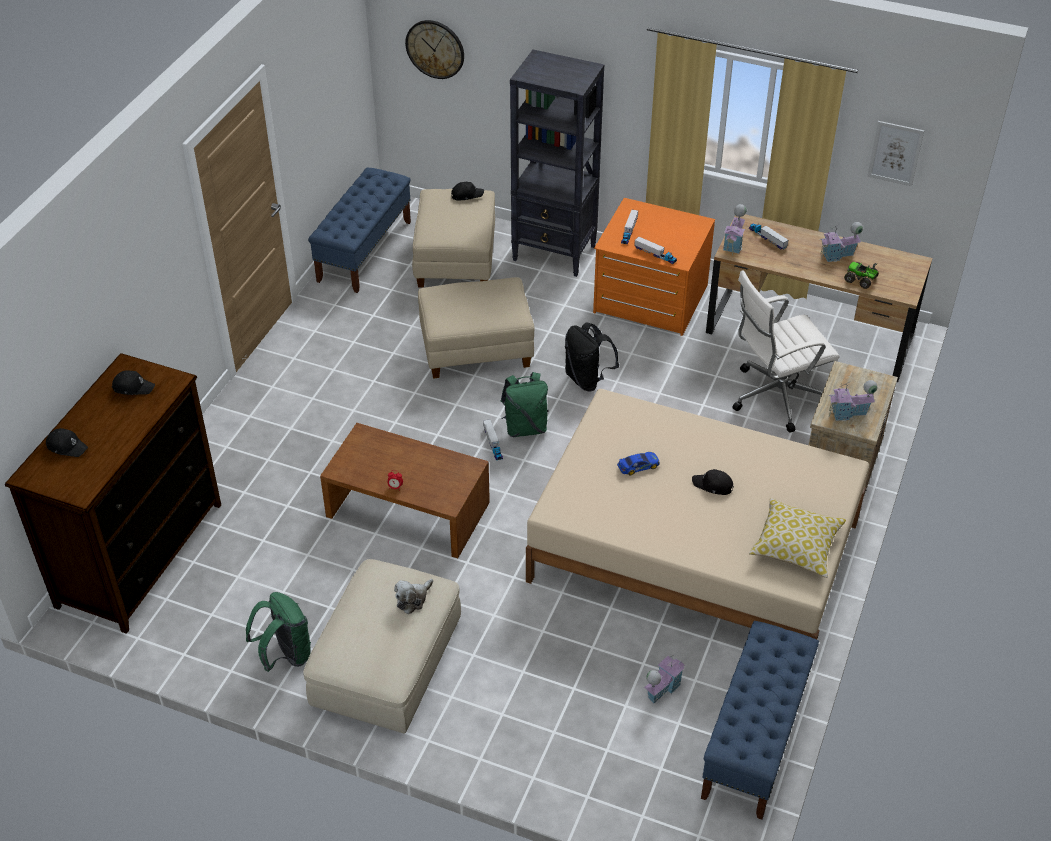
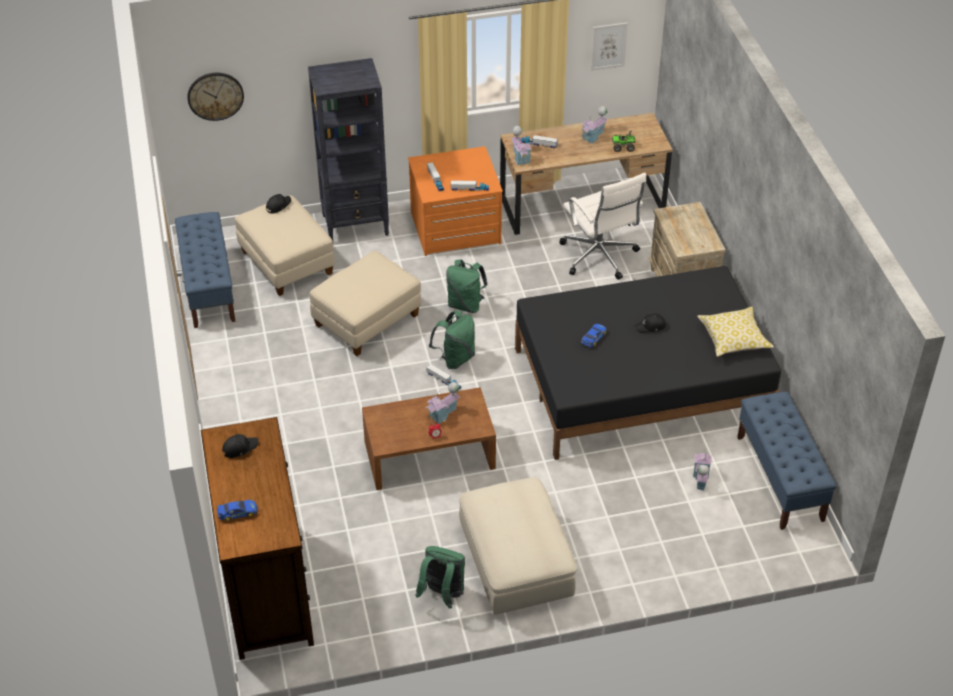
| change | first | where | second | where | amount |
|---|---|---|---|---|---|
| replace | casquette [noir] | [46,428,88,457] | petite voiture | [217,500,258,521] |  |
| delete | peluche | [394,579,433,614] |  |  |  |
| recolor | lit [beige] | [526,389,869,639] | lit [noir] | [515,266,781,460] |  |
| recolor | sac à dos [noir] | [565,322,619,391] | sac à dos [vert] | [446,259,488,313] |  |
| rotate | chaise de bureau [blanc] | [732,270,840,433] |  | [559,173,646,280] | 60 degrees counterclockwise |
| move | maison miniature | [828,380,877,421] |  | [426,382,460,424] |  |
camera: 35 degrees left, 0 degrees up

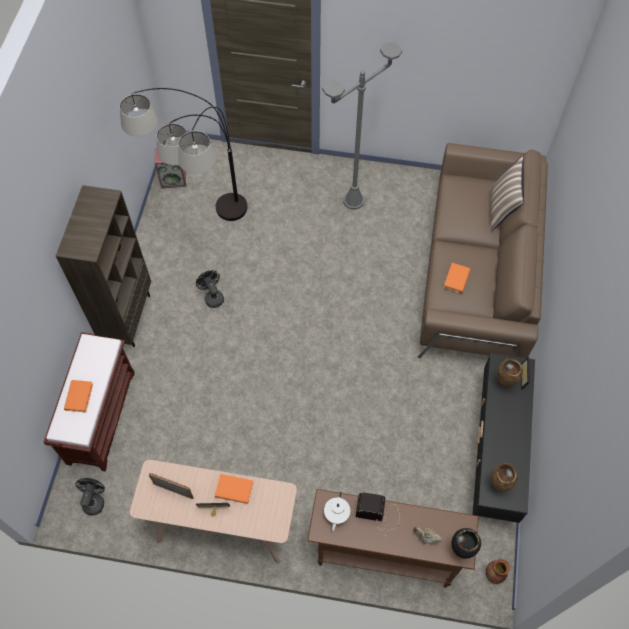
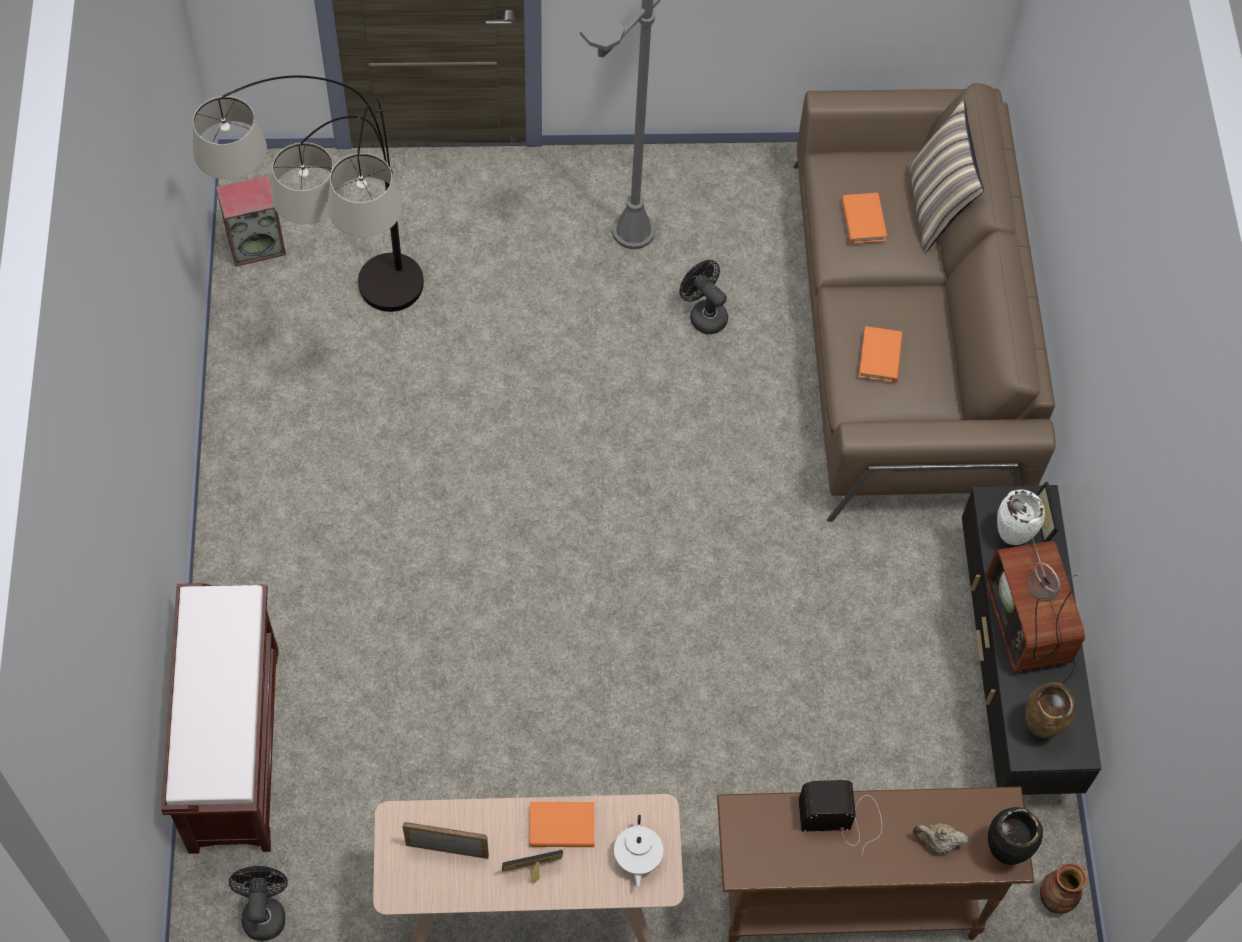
| change | first | where | second | where | amount |
|---|---|---|---|---|---|
| delete | bibliothèque [marron] | [56,185,151,347] |  |  |  |
| move | livre [orange] | [64,380,93,413] |  | [842,193,887,244] |  |
| move | ventilateur [noir] | [196,270,224,308] |  | [679,260,728,334] |  |
| move | théière [blanc] | [324,492,350,531] |  | [614,815,663,888] |  |
| recolor | vase [marron] | [497,358,523,387] | vase [blanc] | [997,490,1045,545] |  |
| insert |  |  | téléviseur | [986,526,1085,684] |  |
camera: 15 degrees left, 0 degrees up

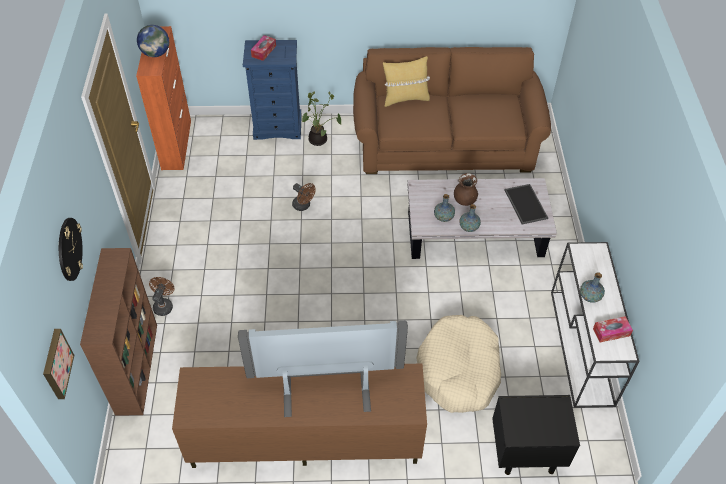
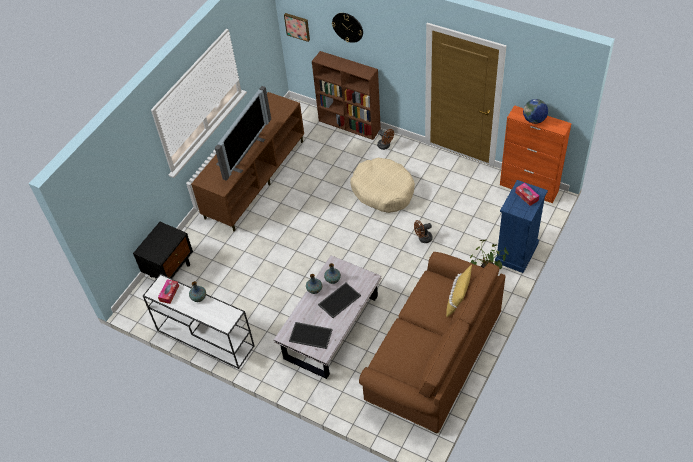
| change | first | where | second | where | amount |
|---|---|---|---|---|---|
| move | panier pour chien [beige] | [416,315,501,413] |  | [350,158,415,213] |  |
| replace | vase [marron] | [454,173,478,206] | plateau | [318,283,361,318] |  |
camera: 125 degrees right, 0 degrees up

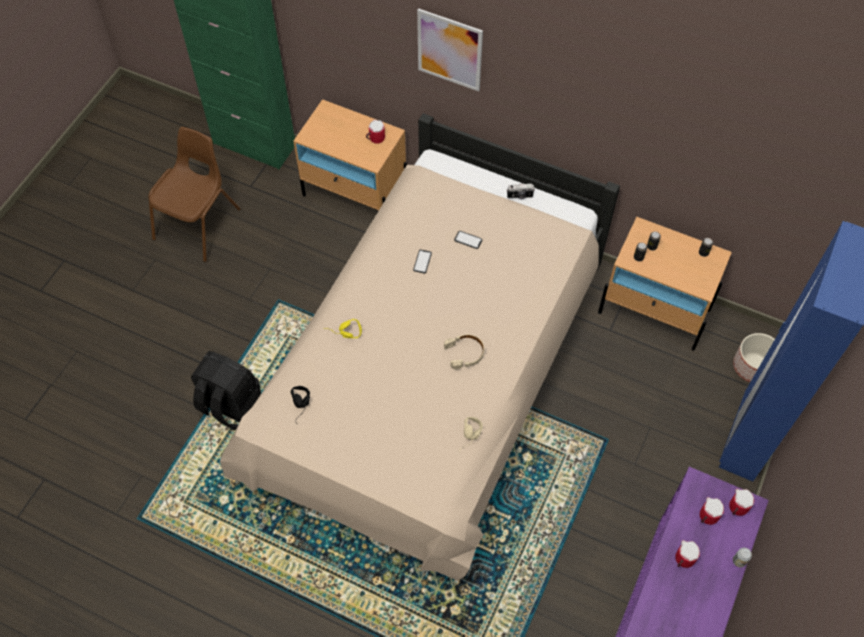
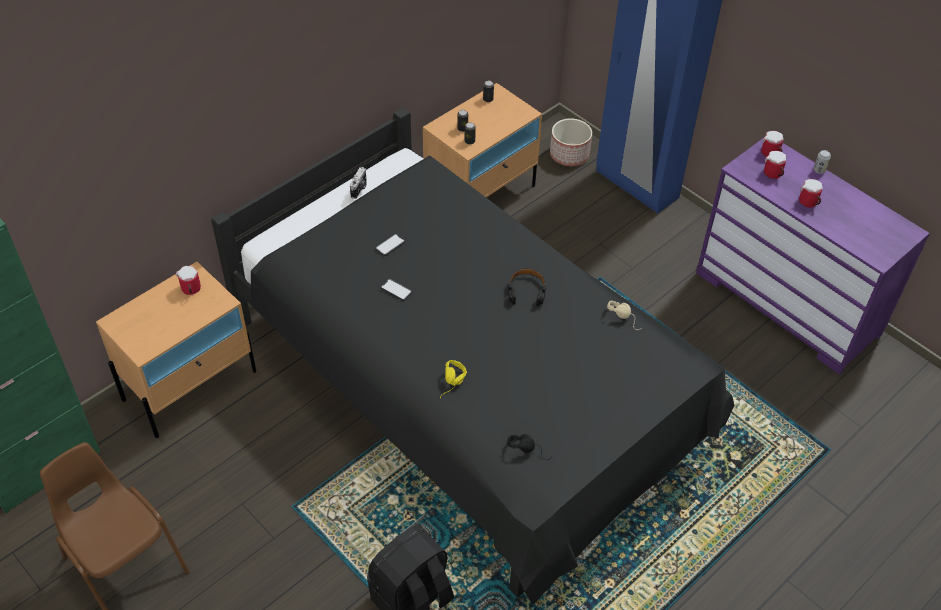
| change | first | where | second | where | amount |
|---|---|---|---|---|---|
| recolor | lit [beige] | [220,113,620,581] | lit [noir] | [211,108,734,605] |  |
| delete | tableau | [417,8,483,91] |  |  |  |
| recolor | casque audio [beige] | [444,334,484,370] | casque audio [noir] | [508,268,546,306] |  |
camera: 70 degrees left, 10 degrees down

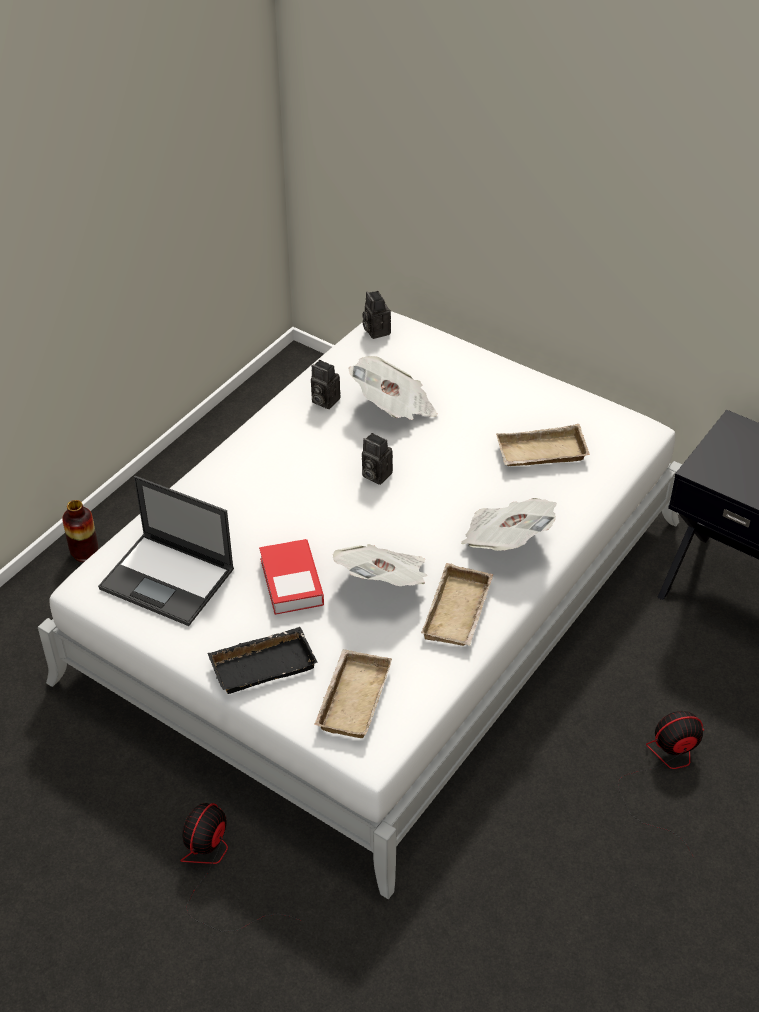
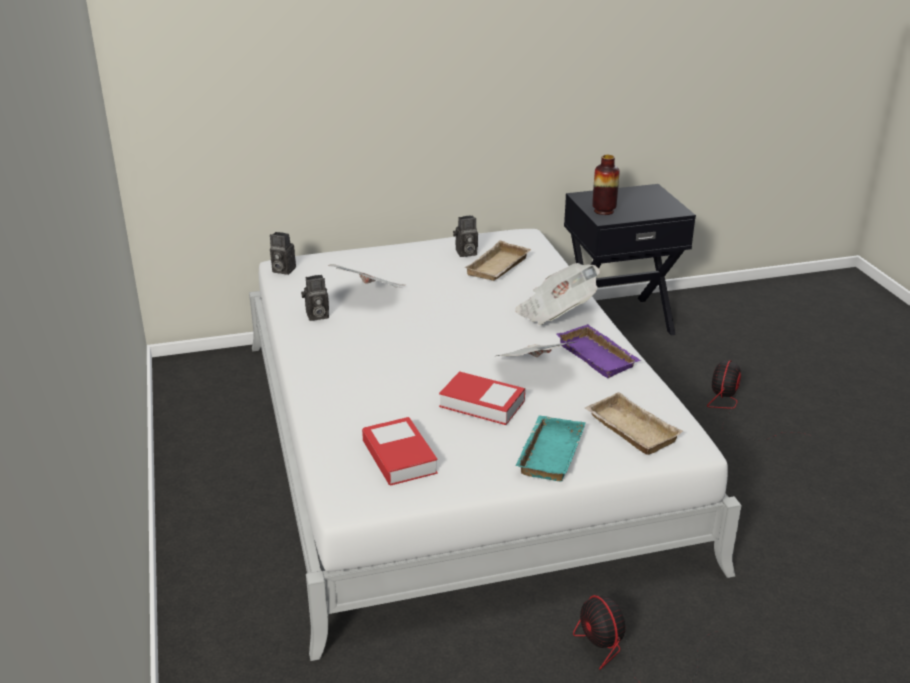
| change | first | where | second | where | amount |
|---|---|---|---|---|---|
| move | vase | [62,500,98,562] |  | [592,155,620,215] |  |
| replace | ordinateur portable | [98,476,234,626] | livre | [362,417,438,486] |  |
| recolor | plateau [noir] | [207,627,318,694] | plateau [turquoise] | [516,415,585,481] |  |
| move | appareil photo | [362,433,393,485] |  | [453,215,478,257] |  |
| recolor | plateau [beige] | [421,563,493,646] | plateau [violet] | [556,324,641,378] |  |
camera: 50 degrees left, 15 degrees down

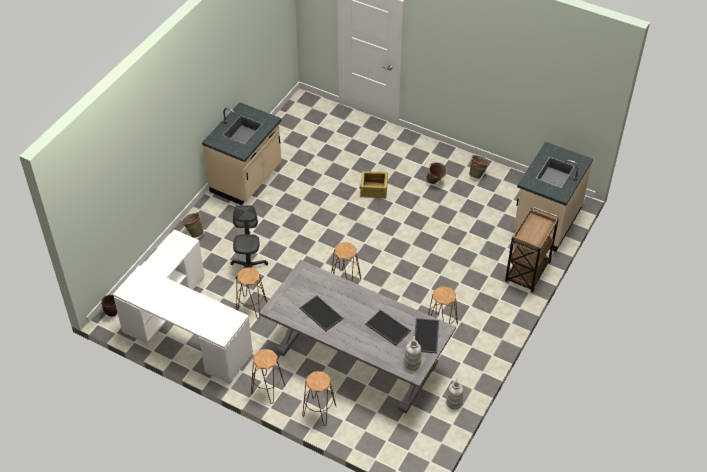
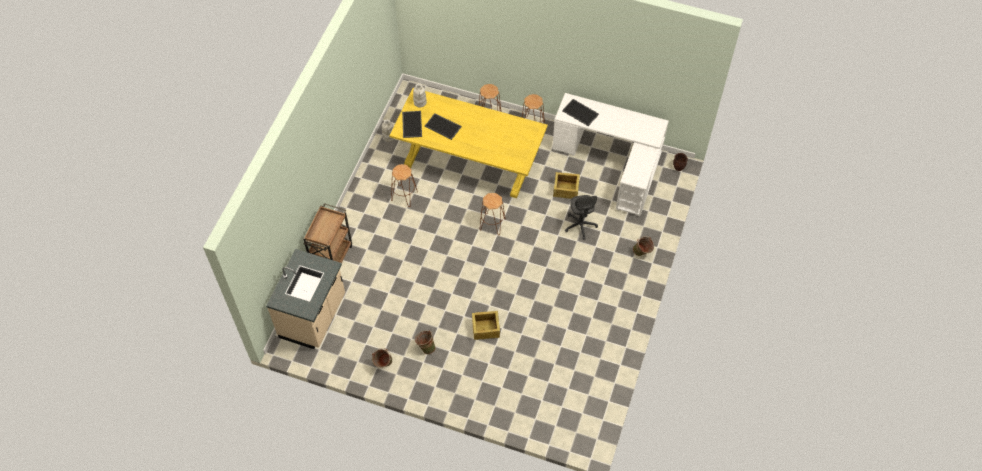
| change | first | where | second | where | amount |
|---|---|---|---|---|---|
| delete | comptoir de cuisine [beige] | [202,102,282,205] |  |  |  |
| replace | tabouret [marron] | [236,267,267,319] | caisse | [553,172,580,199] |  |
| recolor | table à manger [gris] | [259,260,456,414] | table à manger [jaune] | [389,88,548,198] |  |
| move | plateau | [300,295,343,331] |  | [562,99,599,126] |  |
camera: 170 degrees right, 10 degrees up

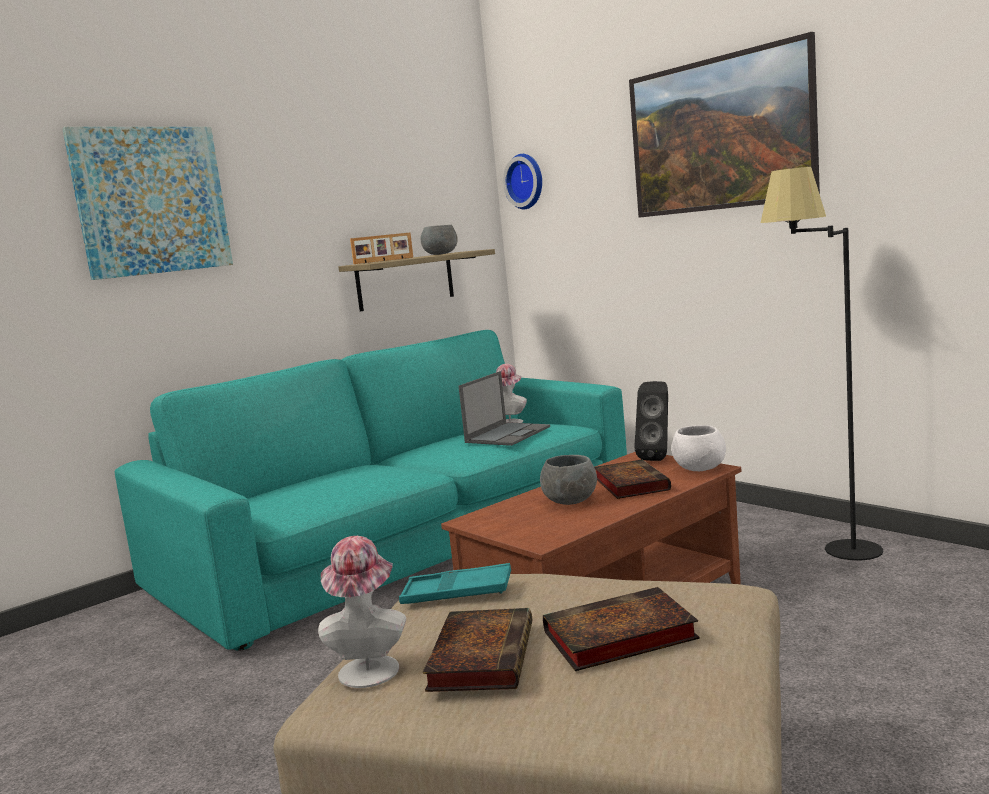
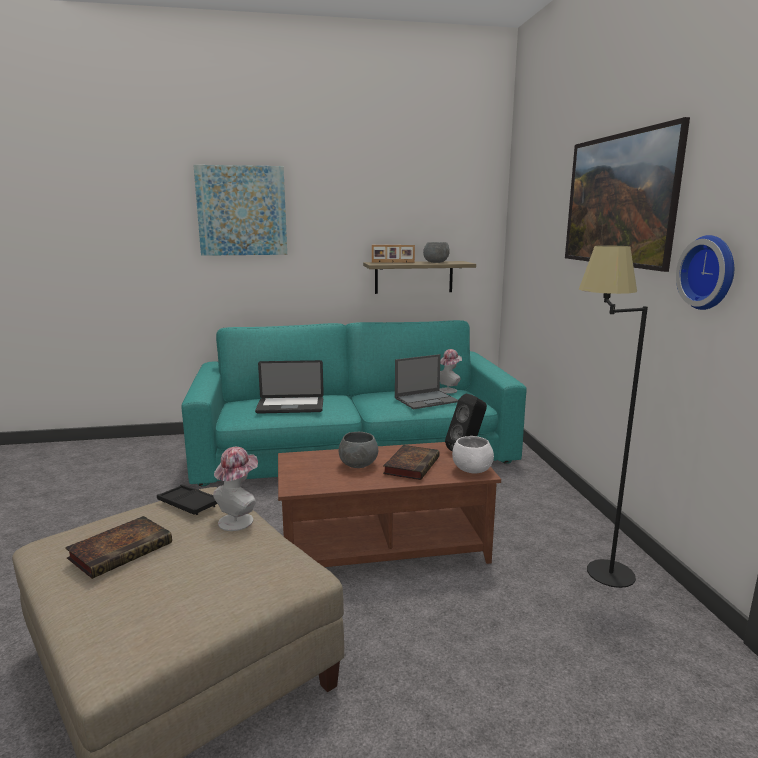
| change | first | where | second | where | amount |
|---|---|---|---|---|---|
| move | chapeau | [318,536,406,688] |  | [213,447,258,531] |  |
| recolor | plateau [turquoise] | [399,563,511,604] | plateau [noir] | [157,484,217,515] |  |
| move | horloge murale | [503,154,542,209] |  | [676,235,734,310] |  |
| delete | livre | [543,587,700,671] |  |  |  |
| insert |  |  | ordinateur portable | [255,360,324,414] |  |
camera: 30 degrees right, 5 degrees up

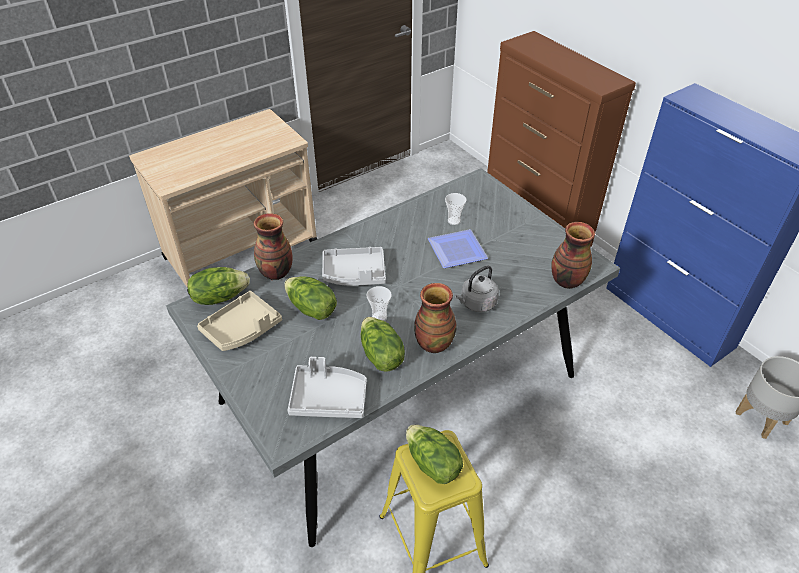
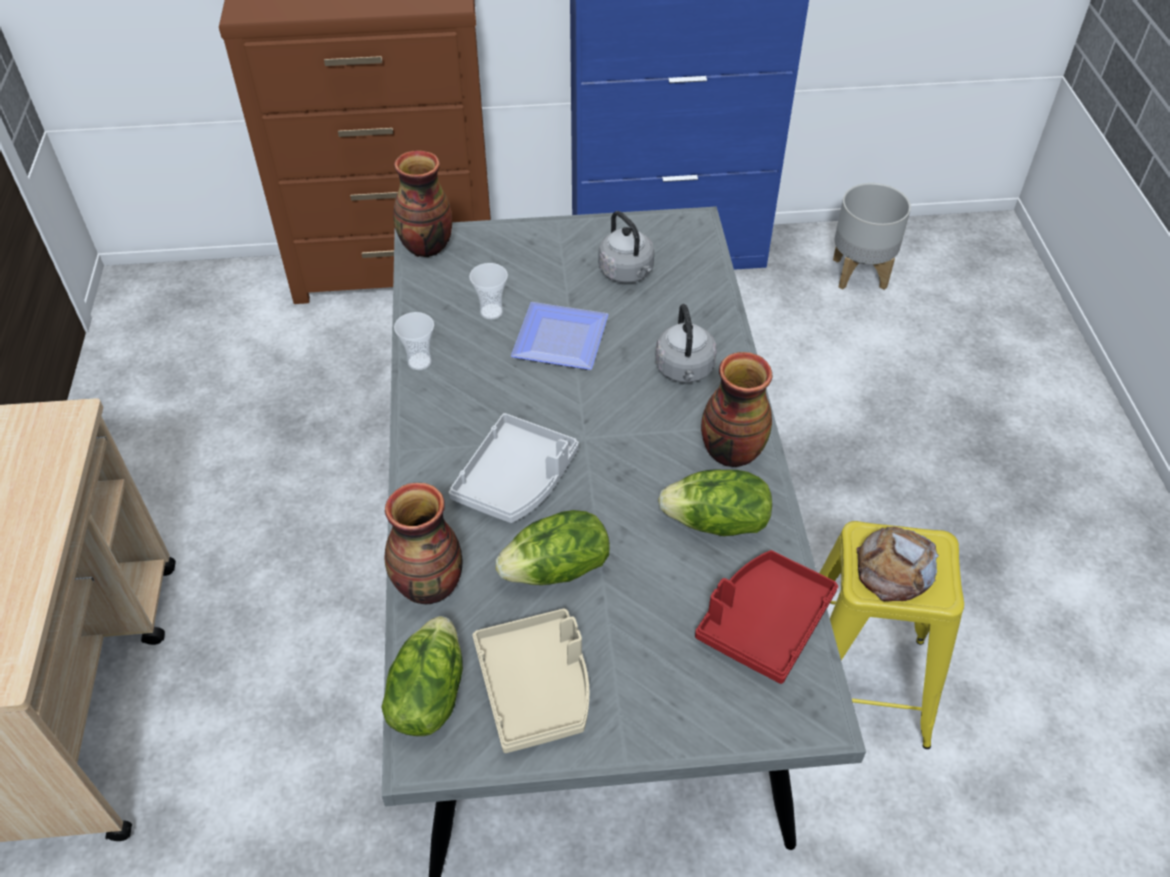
| change | first | where | second | where | amount |
|---|---|---|---|---|---|
| recolor | plateau [gris] | [287,357,367,418] | plateau [rouge] | [695,550,838,684] |  |
| move | tasse | [366,286,392,321] |  | [394,312,434,370] |  |
| replace | laitue | [406,425,463,484] | pain | [856,527,939,601] |  |
| move | vase | [551,222,595,289] |  | [394,150,452,257] |  |
| insert |  |  | bouilloire [gris] | [598,211,654,283] |  |
camera: 60 degrees left, 5 degrees up

